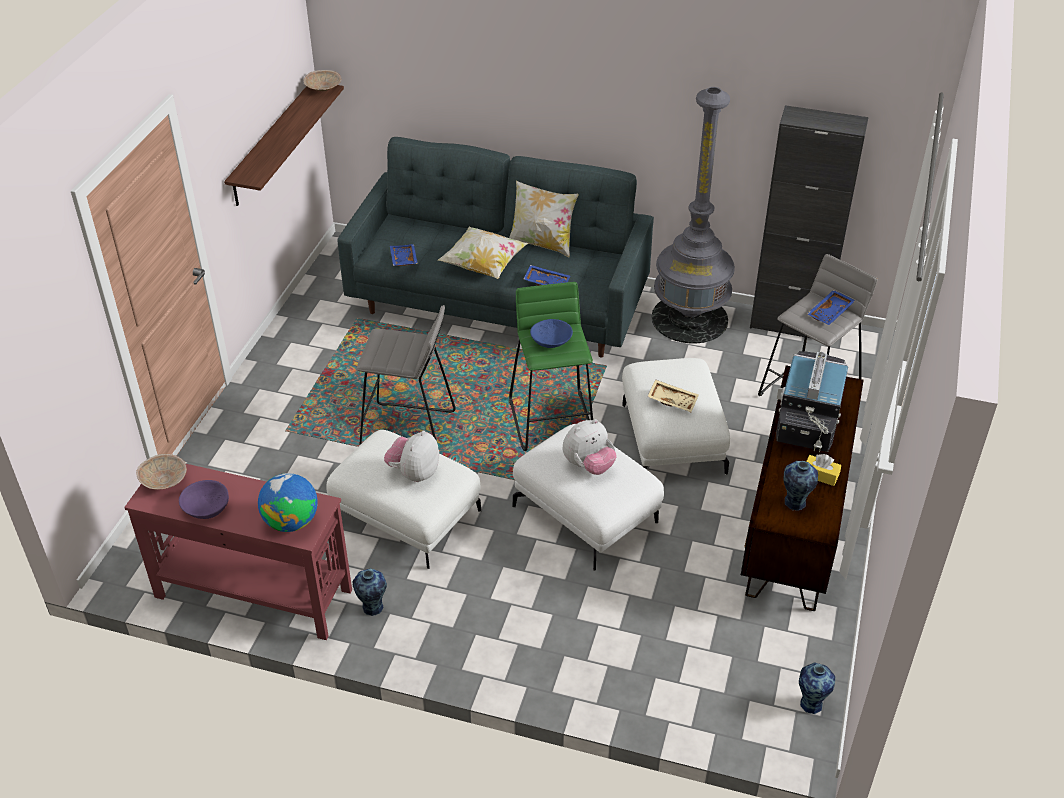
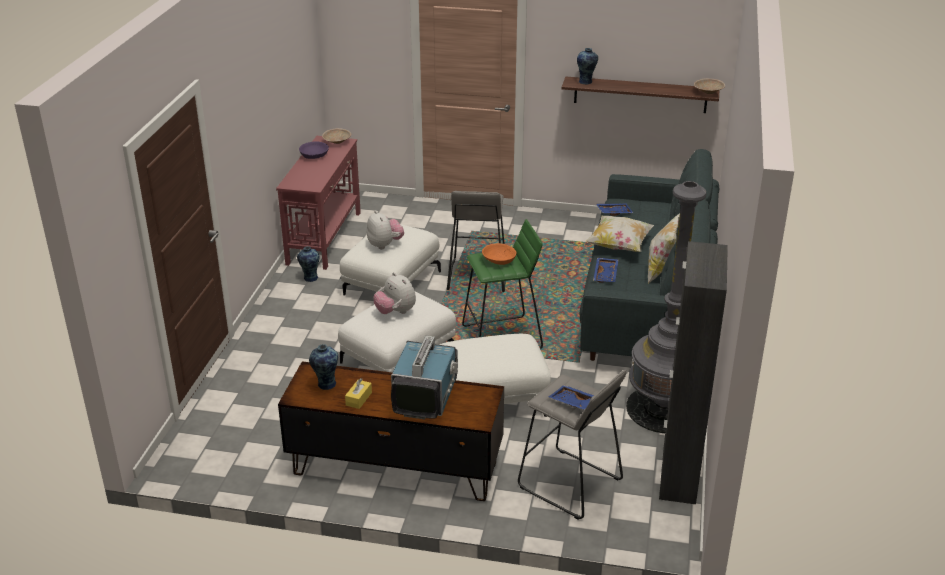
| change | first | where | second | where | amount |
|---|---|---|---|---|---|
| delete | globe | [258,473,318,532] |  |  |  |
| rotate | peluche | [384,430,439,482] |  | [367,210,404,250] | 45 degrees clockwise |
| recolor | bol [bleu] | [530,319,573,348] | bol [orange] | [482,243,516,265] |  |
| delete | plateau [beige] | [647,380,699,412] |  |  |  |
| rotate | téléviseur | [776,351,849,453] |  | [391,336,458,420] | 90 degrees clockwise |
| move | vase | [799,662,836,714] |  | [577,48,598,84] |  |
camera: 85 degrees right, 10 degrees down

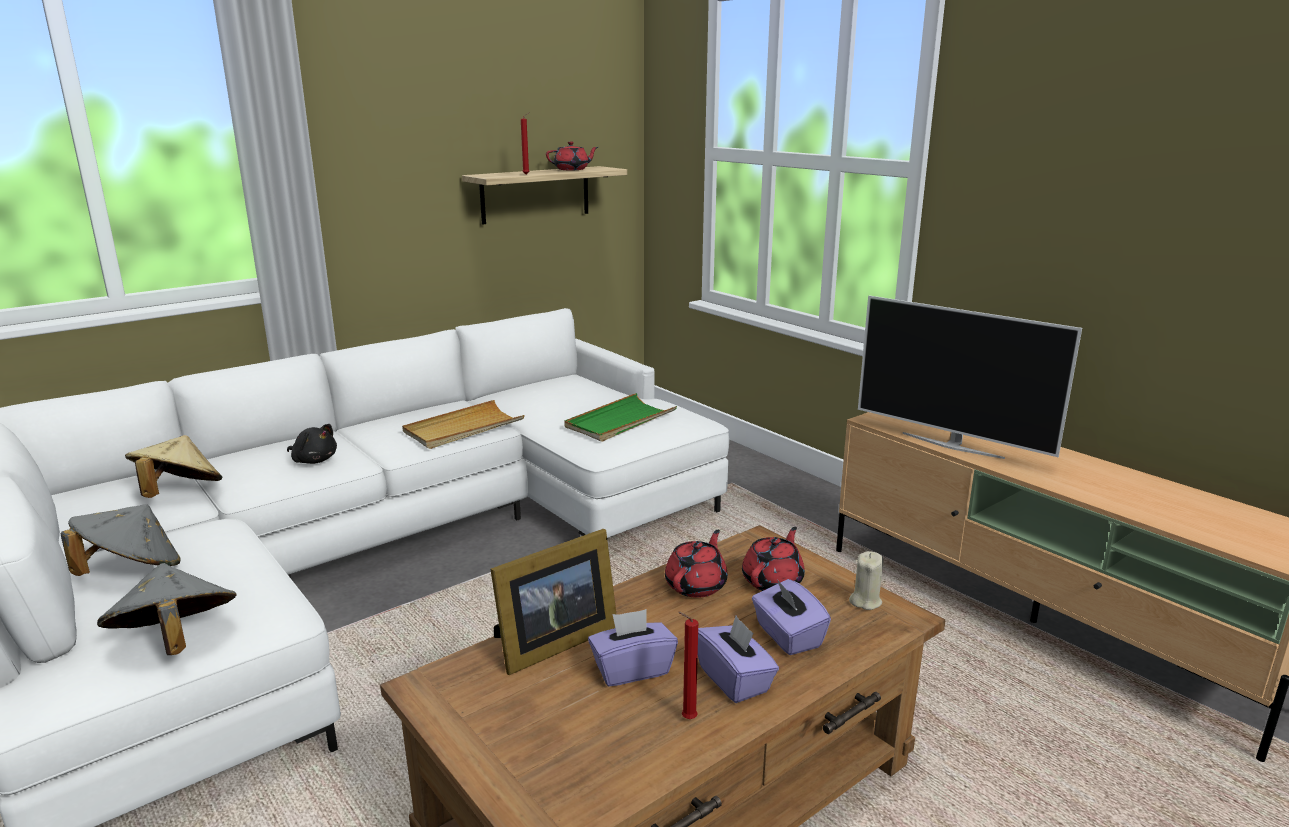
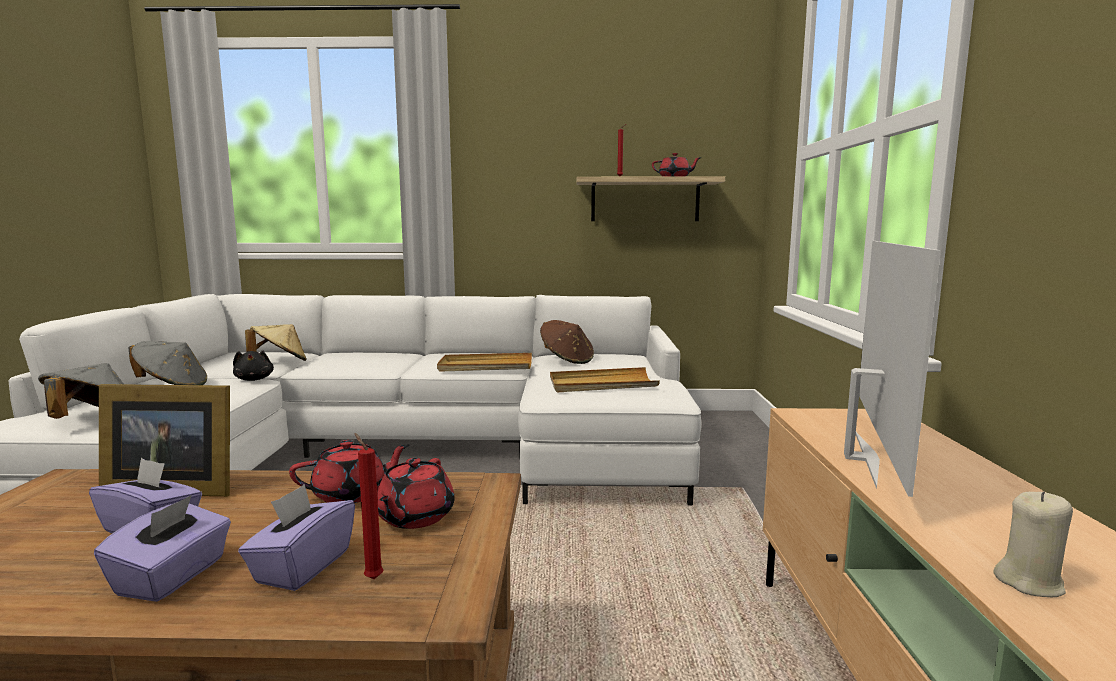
| change | first | where | second | where | amount |
|---|---|---|---|---|---|
| move | peluche [noir] | [287,424,337,464] |  | [233,350,274,381] |  |
| recolor | plateau [vert] | [564,393,677,442] | plateau [beige] | [550,367,660,392] |  |
| move | bougie [rouge] | [678,612,698,719] |  | [354,433,383,579] |  |
| rotate | théière [rouge] | [742,527,805,591] |  | [377,458,455,529] | 120 degrees clockwise |
| move | bougie [beige] | [849,551,884,610] |  | [994,491,1073,597] |  |
| rotate | téléviseur | [858,295,1082,459] |  | [844,241,941,497] | 150 degrees counterclockwise |
| insert |  |  | chapeau [marron] | [540,320,594,364] |  |
camera: 40 degrees right, 10 degrees down

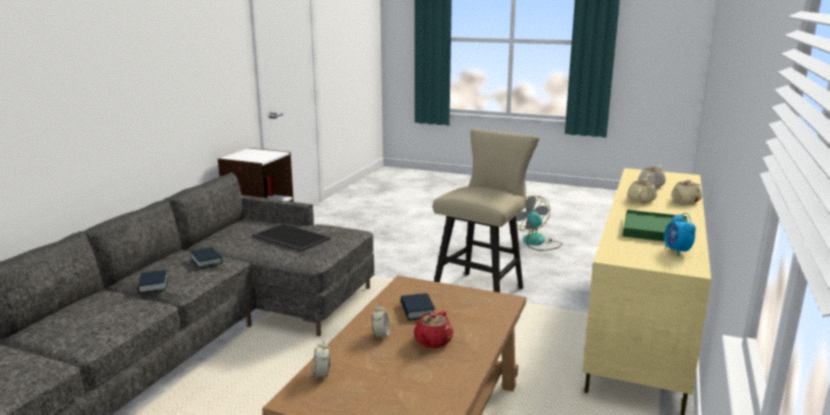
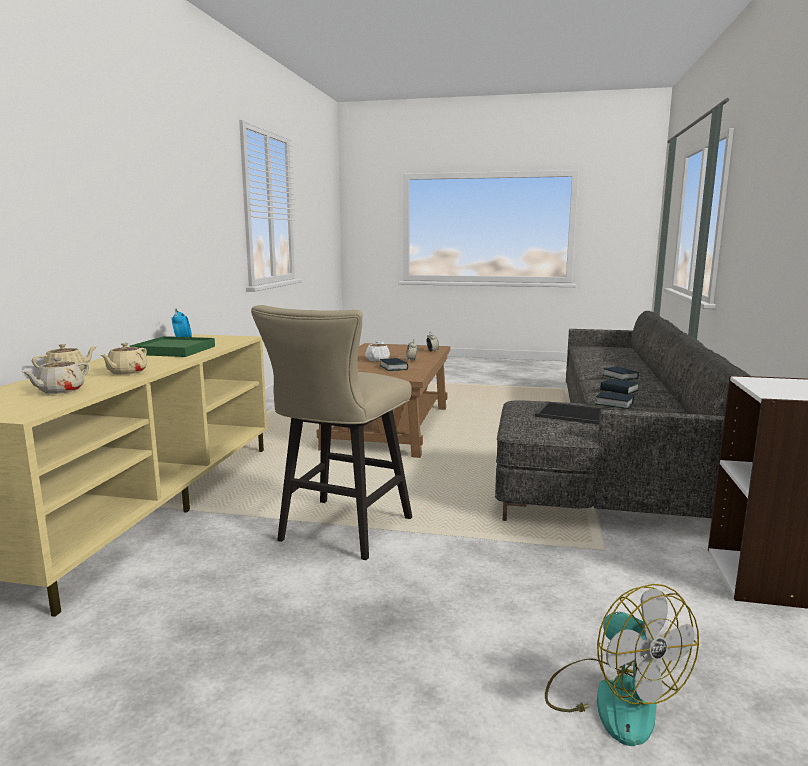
| change | first | where | second | where | amount |
|---|---|---|---|---|---|
| recolor | théière [rouge] | [414,311,453,348] | théière [blanc] | [365,341,390,362] |  |
| move | ventilateur | [516,196,563,251] |  | [545,584,699,746] |  |
| insert |  |  | livre | [595,392,634,409] |  |
camera: 170 degrees right, 5 degrees down

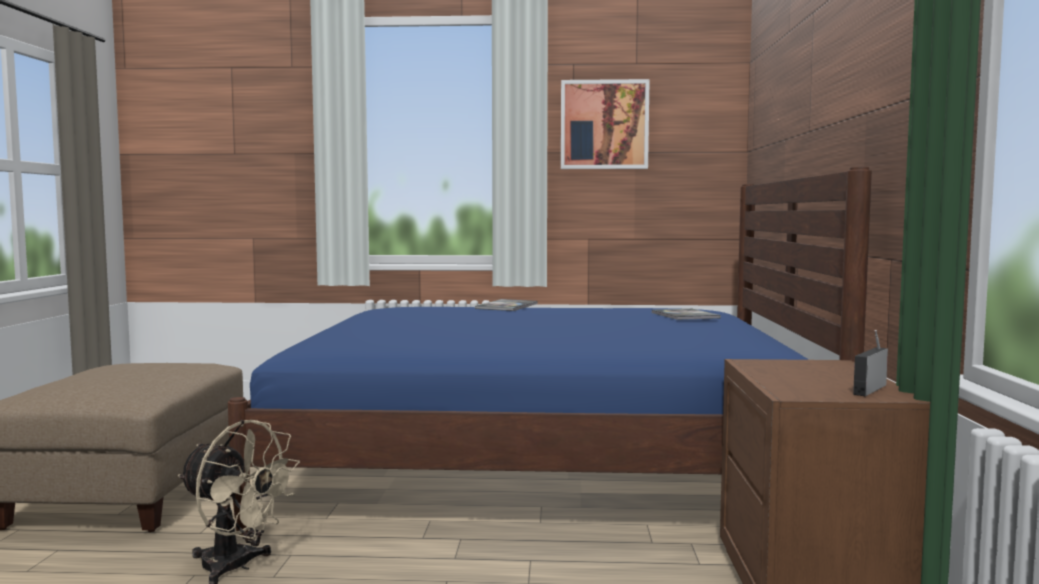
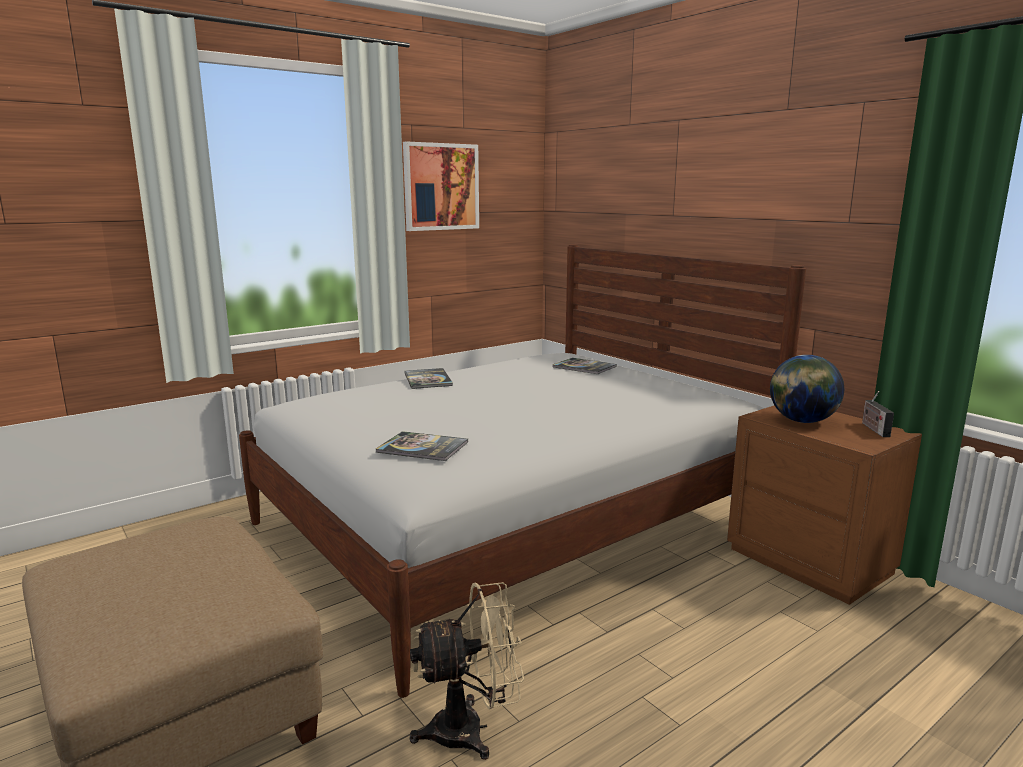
| change | first | where | second | where | amount |
|---|---|---|---|---|---|
| recolor | lit [bleu] | [228,167,872,535] | lit [blanc] | [239,245,806,698] |  |
| insert |  |  | livre | [376,431,468,461] |  |
| insert |  |  | globe | [770,355,844,423] |  |
camera: 40 degrees left, 10 degrees up

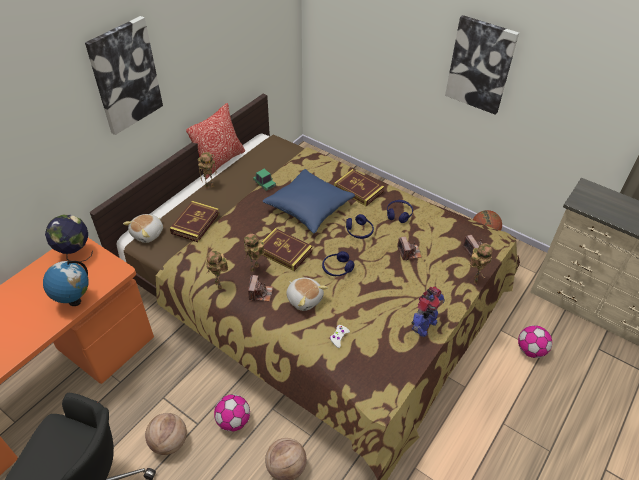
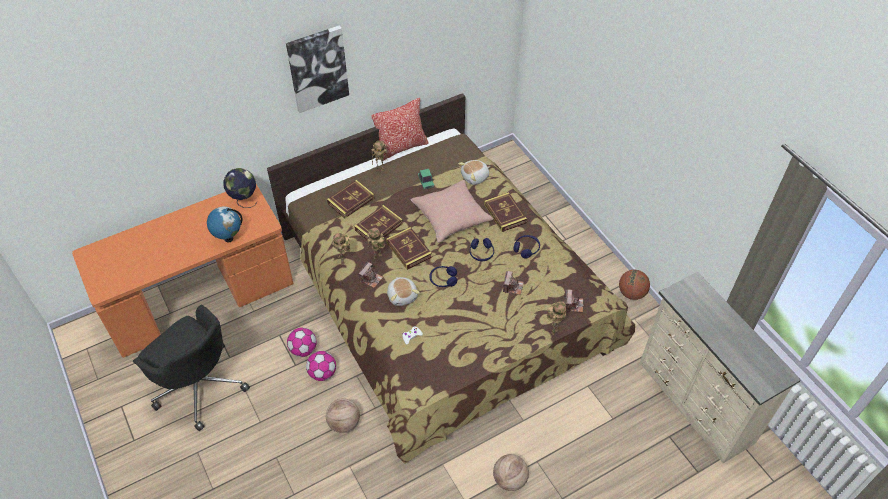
| change | first | where | second | where | amount |
|---|---|---|---|---|---|
| move | peluche | [123,214,163,243] |  | [458,160,490,185] |  |
| move | ballon de basket | [145,413,187,455] |  | [493,454,529,491] |  |
| recolor | coussin [bleu] | [262,169,355,233] | coussin [rose] | [411,180,493,243] |  |
| delete | robot jouet | [412,287,445,337] |  |  |  |
| delete | tableau | [445,15,519,115] |  |  |  |
| move | ballon de foot | [518,325,552,358] |  | [287,328,317,357] |  |
| insert |  |  | livre | [354,205,403,244] |  |
camera: 25 degrees right, 5 degrees up

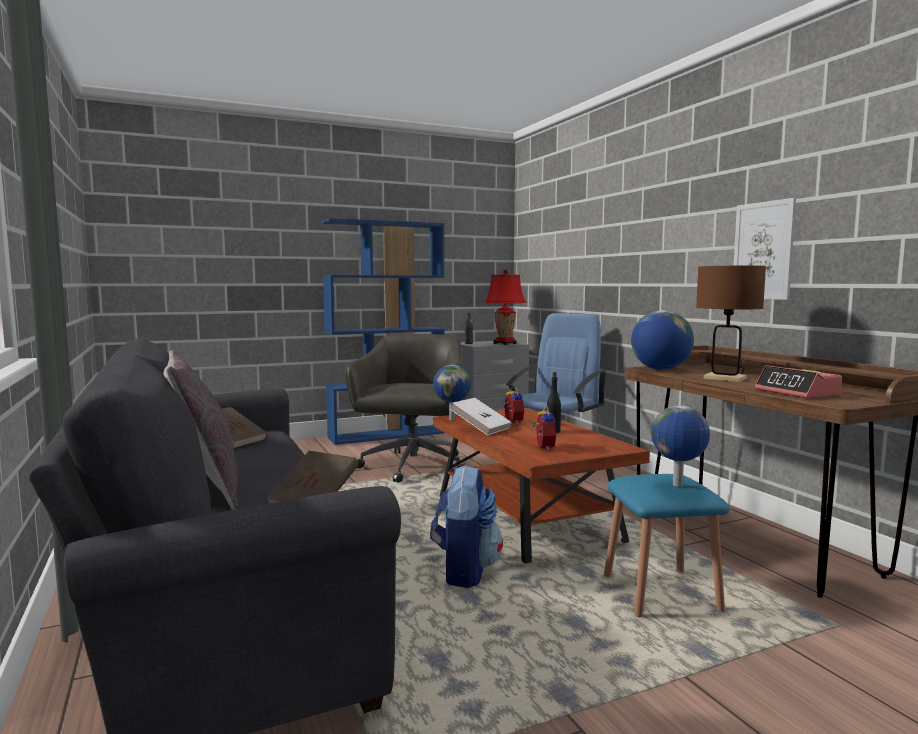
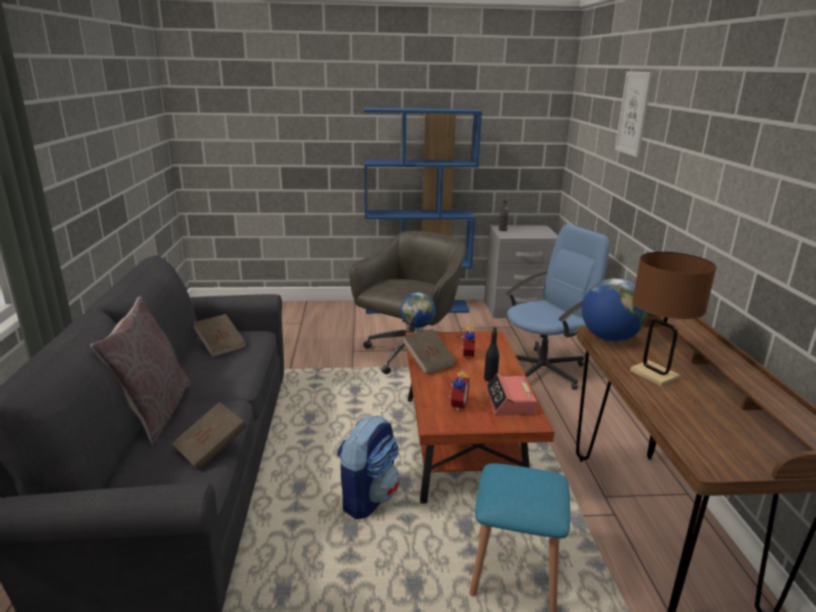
| change | first | where | second | where | amount |
|---|---|---|---|---|---|
| recolor | livre [blanc] | [450,398,512,435] | livre [marron] | [402,329,457,375] |  |
| delete | lampe de table [rouge] | [485,270,526,345] |  |  |  |
| delete | globe | [651,405,710,487] |  |  |  |
| move | tableau | [734,198,796,300] |  | [615,71,653,157] |  |
| move | réveil | [755,365,842,398] |  | [485,373,537,415] |  |
camera: 20 degrees right, 15 degrees up

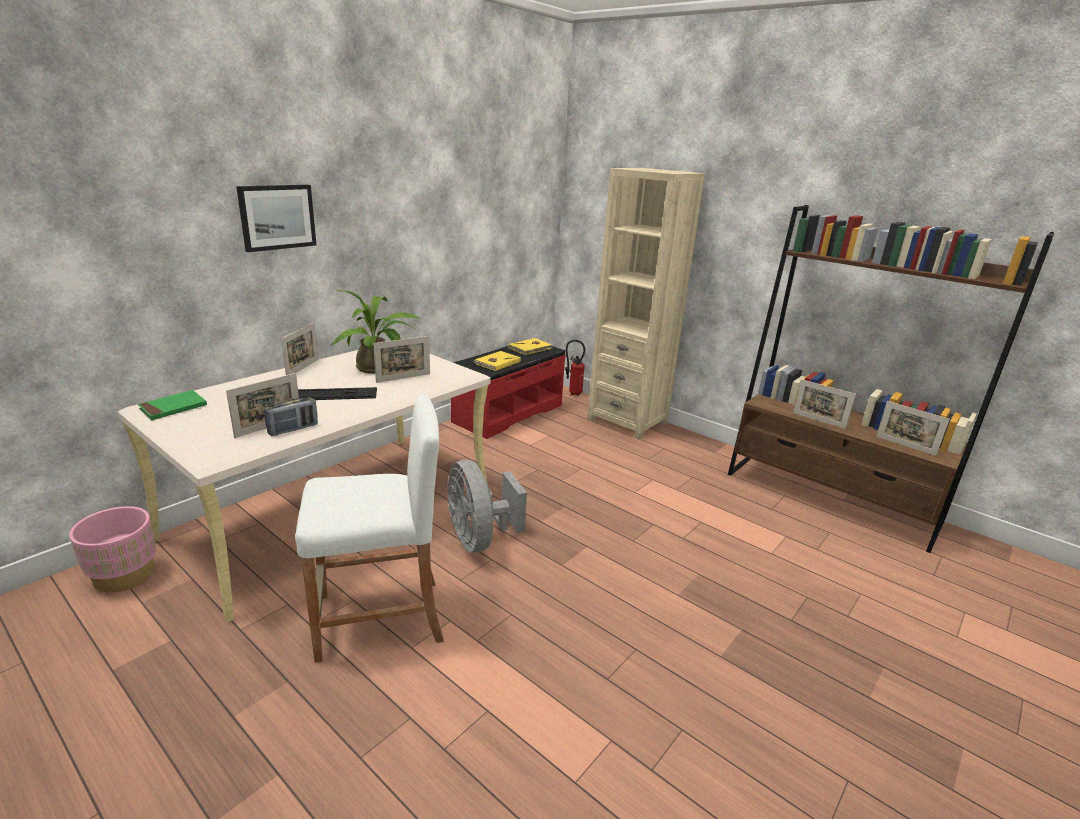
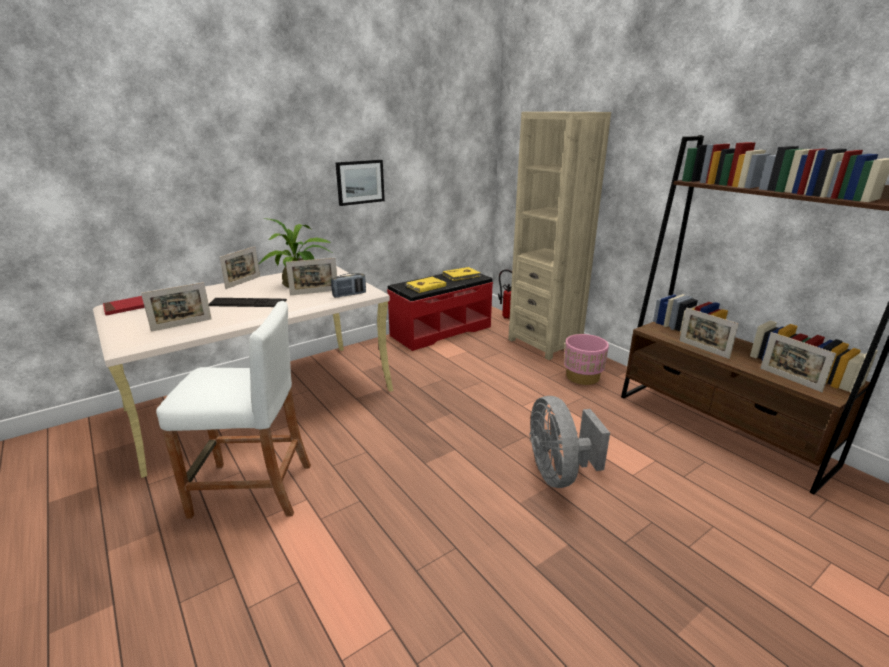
| change | first | where | second | where | amount |
|---|---|---|---|---|---|
| move | cache-pot [rose] | [69,506,156,593] |  | [564,334,609,385] |  |
| recolor | livre [vert] | [138,390,207,420] | livre [rouge] | [103,296,145,316] |  |
| move | tableau | [236,185,316,252] |  | [335,160,385,206] |  |
| move | radio | [264,398,318,436] |  | [331,273,366,298] |  |
| move | ventilateur [gris] | [447,460,527,553] |  | [529,396,610,488] |  |
camera: 15 degrees right, 0 degrees up

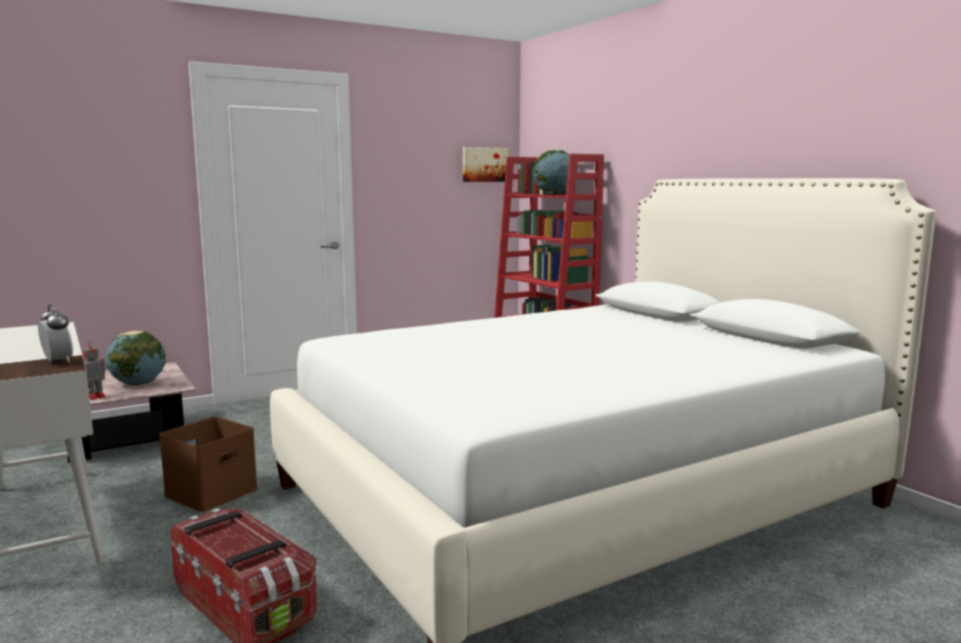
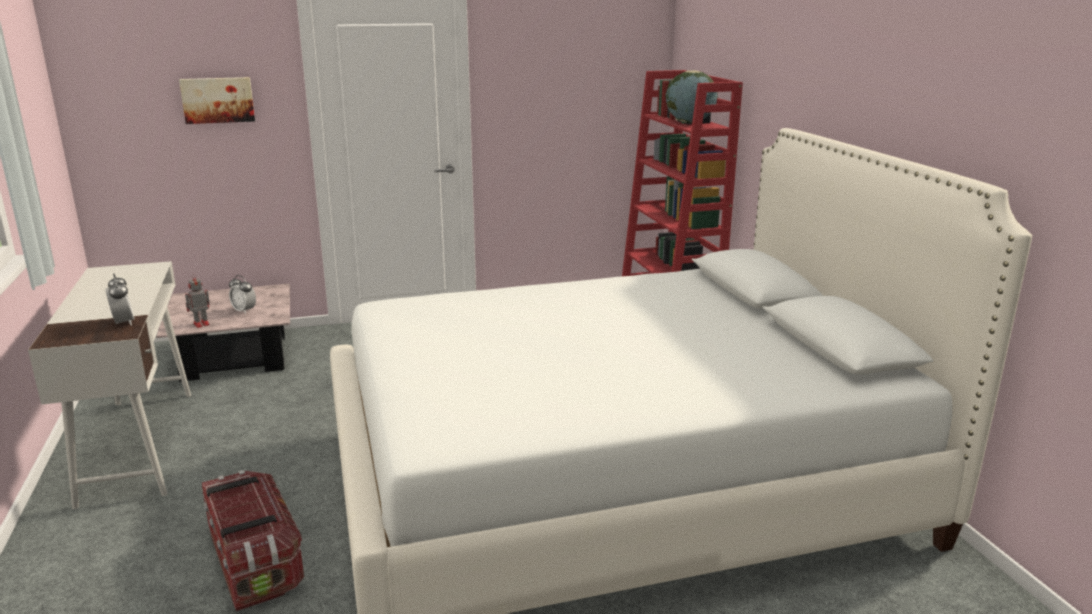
| change | first | where | second | where | amount |
|---|---|---|---|---|---|
| replace | globe | [105,330,166,386] | réveil | [229,275,256,314] |  |
| delete | boîte de rangement [marron] | [159,417,258,512] |  |  |  |
| move | tableau | [463,147,509,182] |  | [179,77,255,124] |  |
camera: 15 degrees right, 10 degrees up

